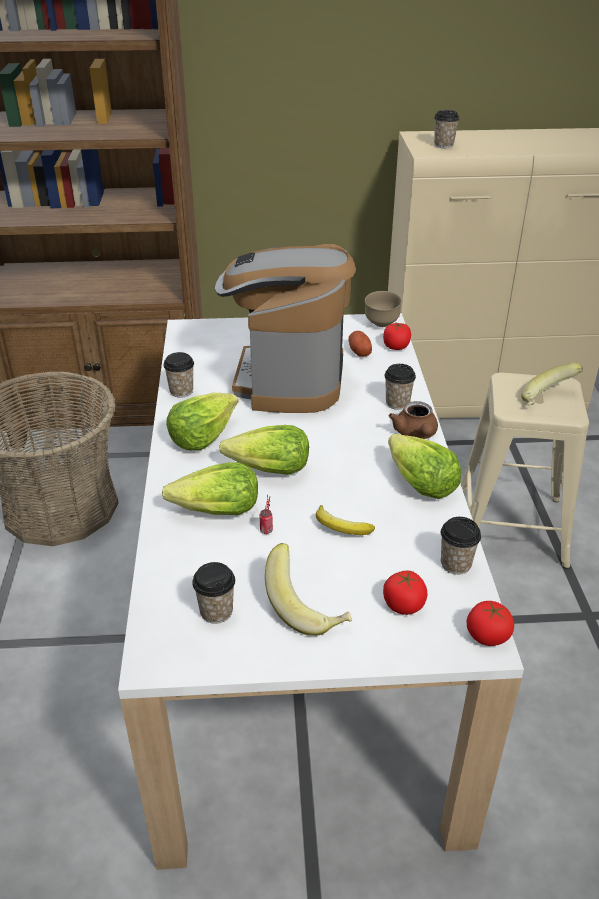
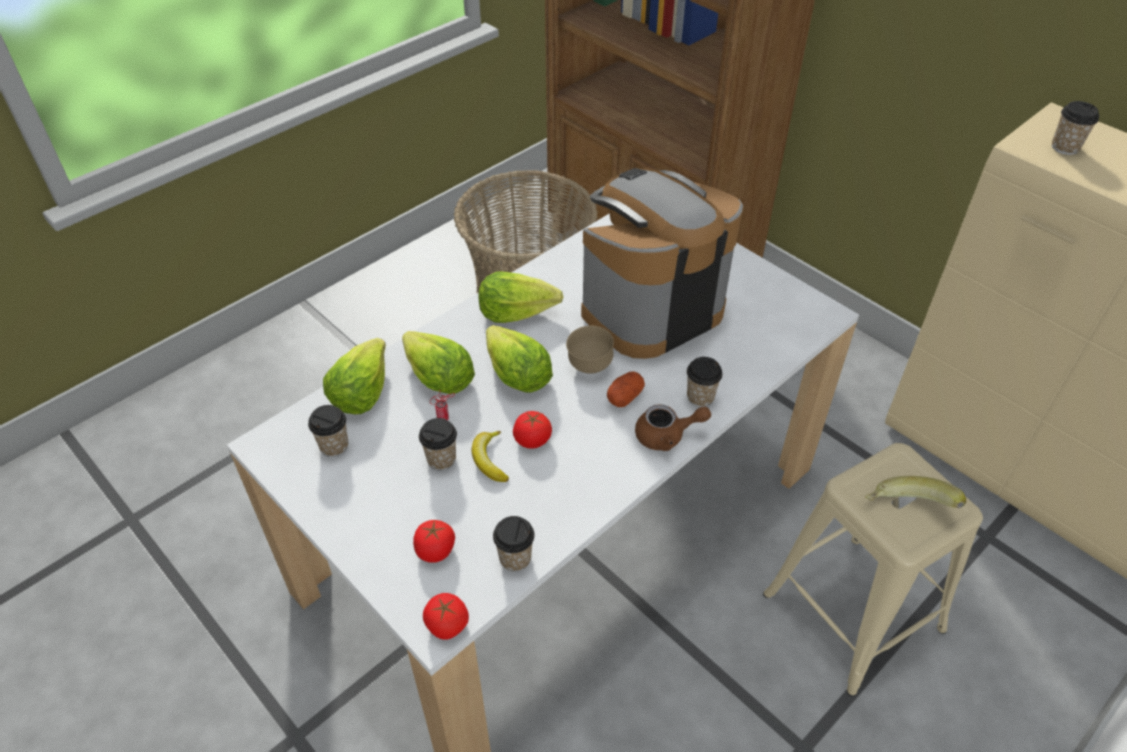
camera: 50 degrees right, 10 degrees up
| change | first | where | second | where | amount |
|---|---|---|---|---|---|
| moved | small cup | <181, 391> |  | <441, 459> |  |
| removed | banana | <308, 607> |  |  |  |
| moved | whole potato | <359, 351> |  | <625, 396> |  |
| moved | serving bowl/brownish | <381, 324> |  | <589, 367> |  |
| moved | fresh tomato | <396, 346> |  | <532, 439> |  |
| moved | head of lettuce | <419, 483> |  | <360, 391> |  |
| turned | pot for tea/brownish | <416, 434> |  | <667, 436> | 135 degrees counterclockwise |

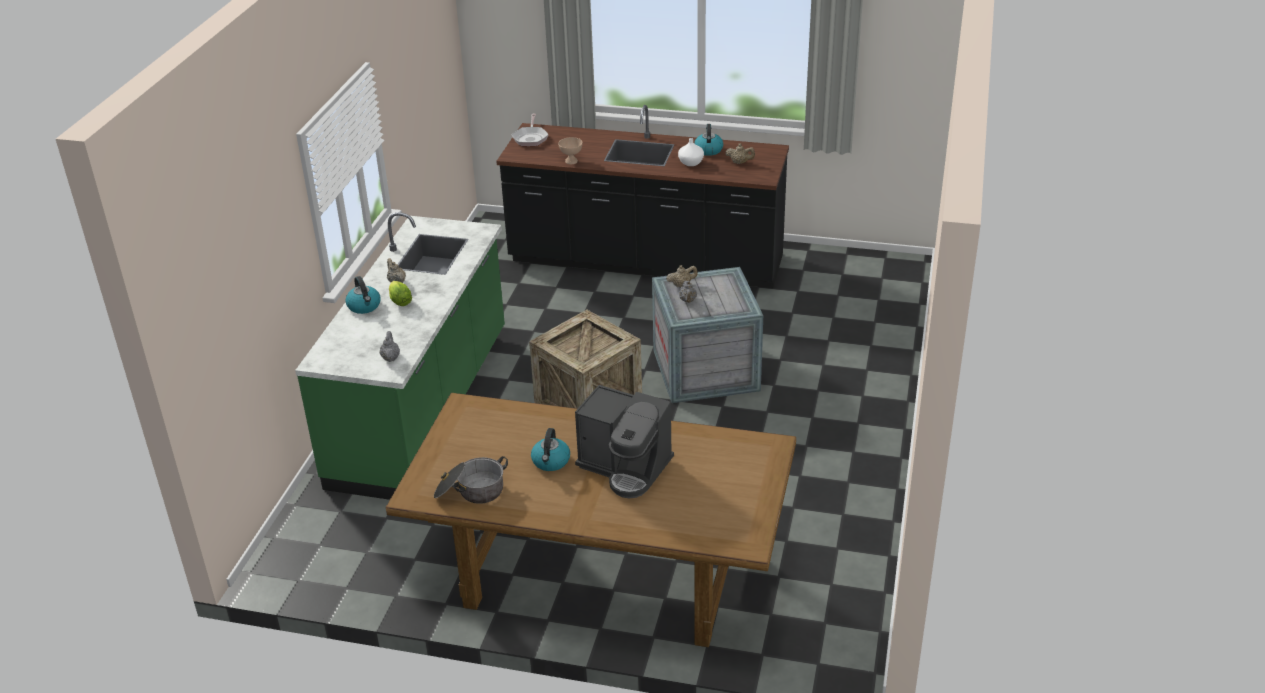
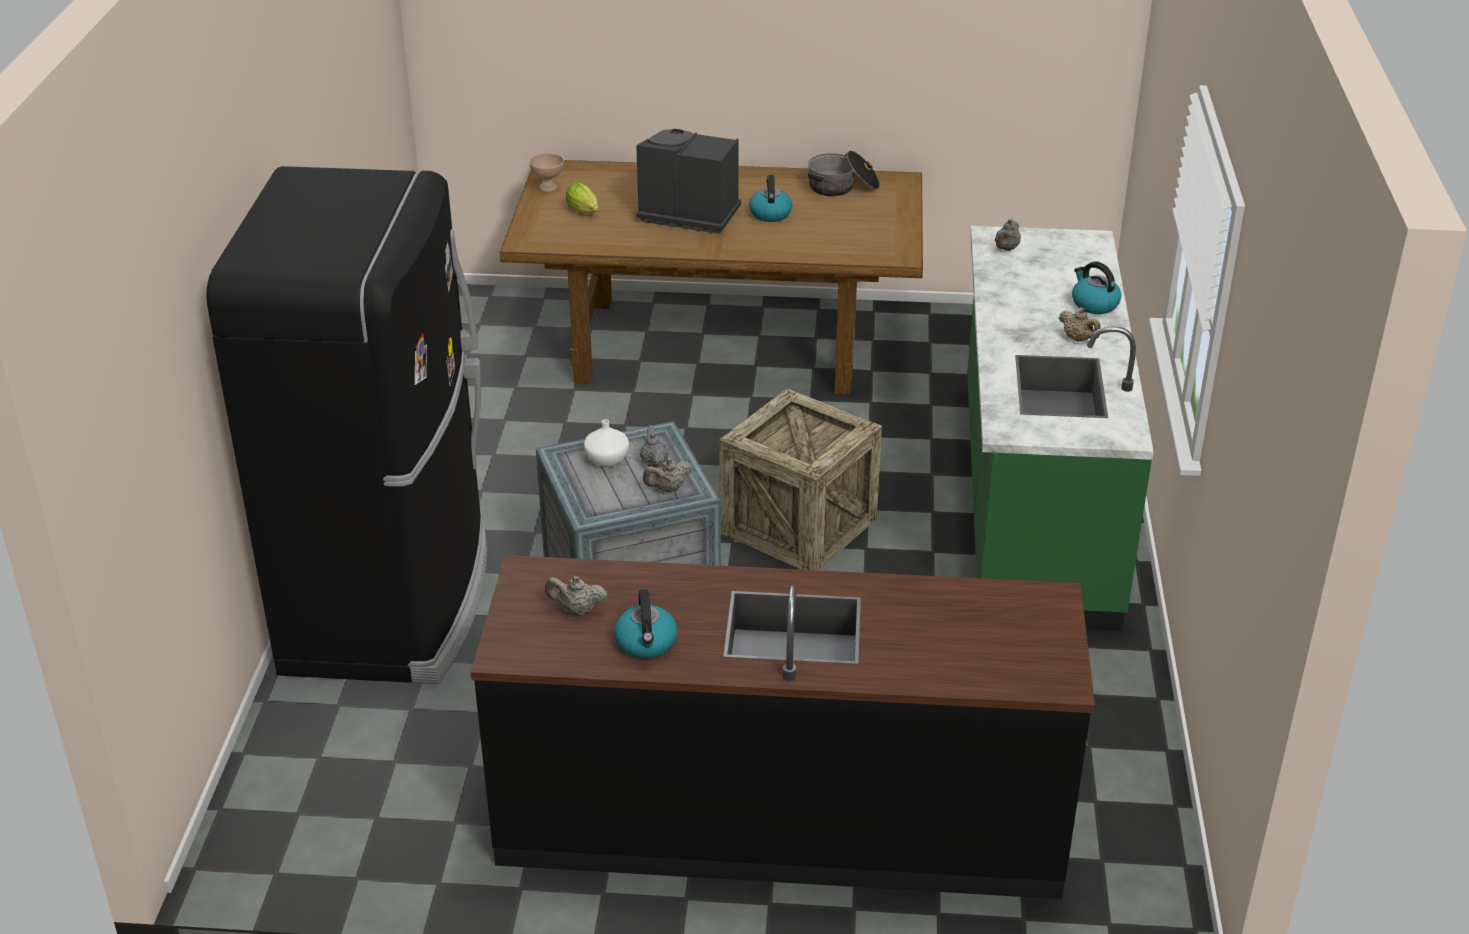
camera: 170 degrees right, 0 degrees up
| change | first | where | second | where | amount |
|---|---|---|---|---|---|
| turned | pot for tea/greyish | <390, 357> |  | <1006, 249> | 45 degrees clockwise |
| moved | head of lettuce | <399, 301> |  | <584, 212> |  |
| removed | pan | <530, 138> |  |  |  |
| moved | serving bowl/beige | <571, 161> |  | <547, 188> |  |
| moved | vase/white-coloured | <690, 163> |  | <608, 459> |  |
| added |  |  | refrigerator/black | <391, 602> |  |

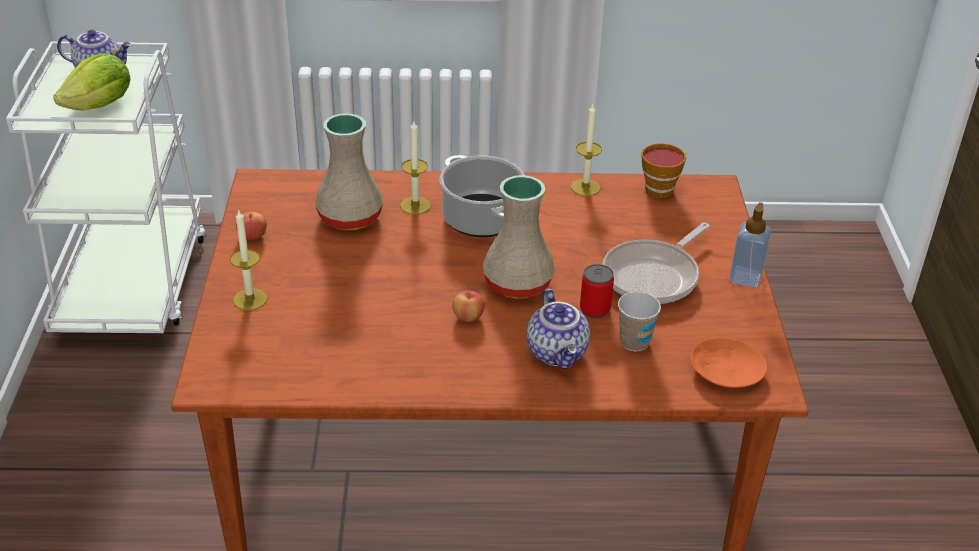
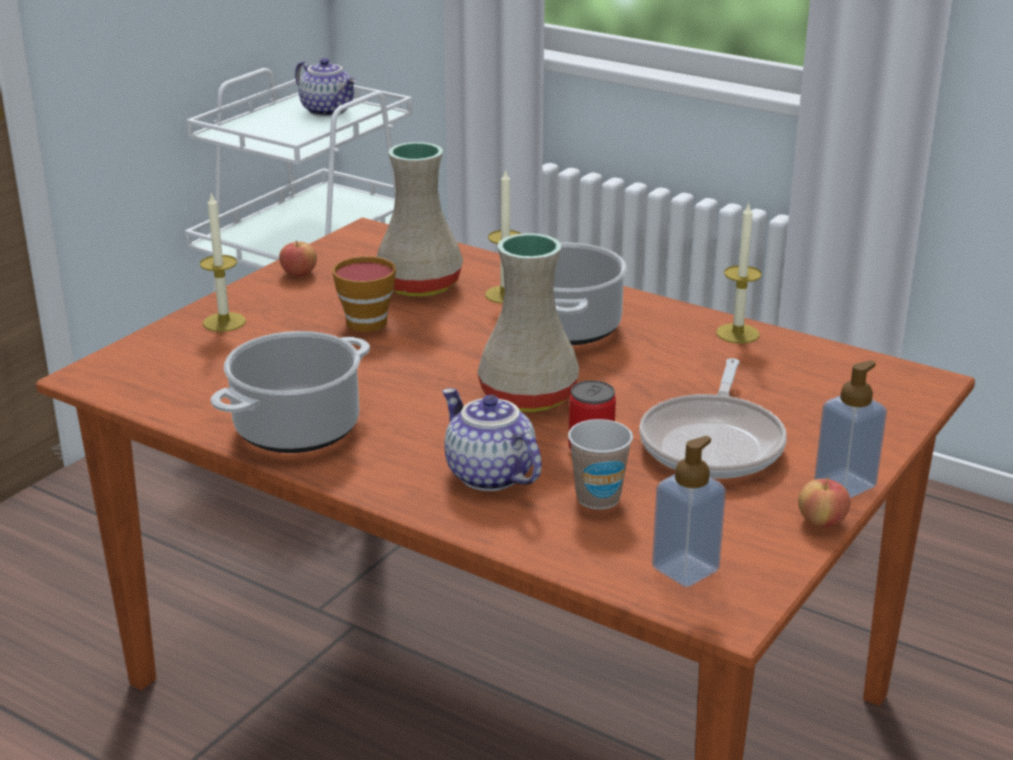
camera: 35 degrees right, 10 degrees down
| change | first | where | second | where | amount |
|---|---|---|---|---|---|
| removed | head of lettuce | <100, 105> |  |  |  |
| moved | apple fruit | <468, 316> |  | <821, 521> |  |
| turned | pot for tea | <558, 353> |  | <487, 475> | 120 degrees clockwise |
| turned | pan | <654, 276> |  | <714, 443> | 60 degrees counterclockwise |
| moved | small cup | <657, 188> |  | <368, 320> |  |
| replaced | plate/orange-coloured | <726, 370> | liquid soap bottle | <685, 569> |  |
| added |  |  | cooking pot | <296, 429> |  |

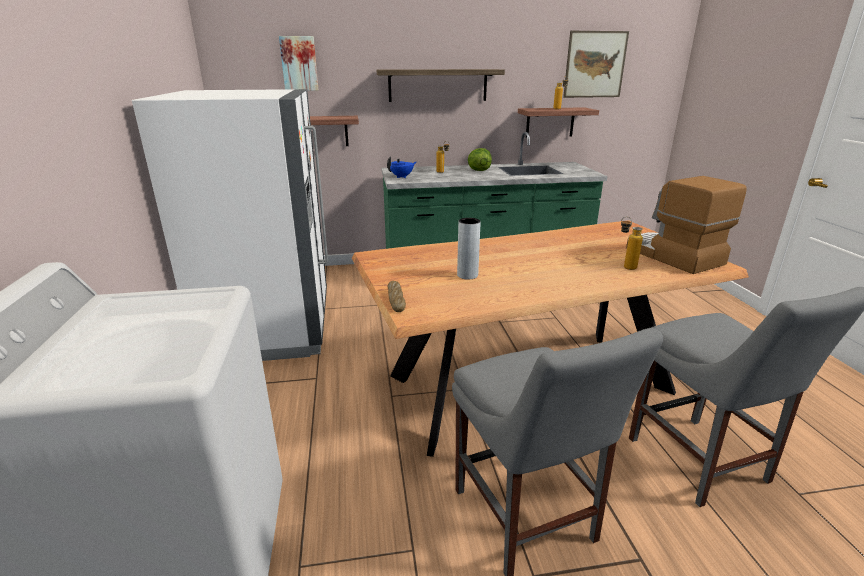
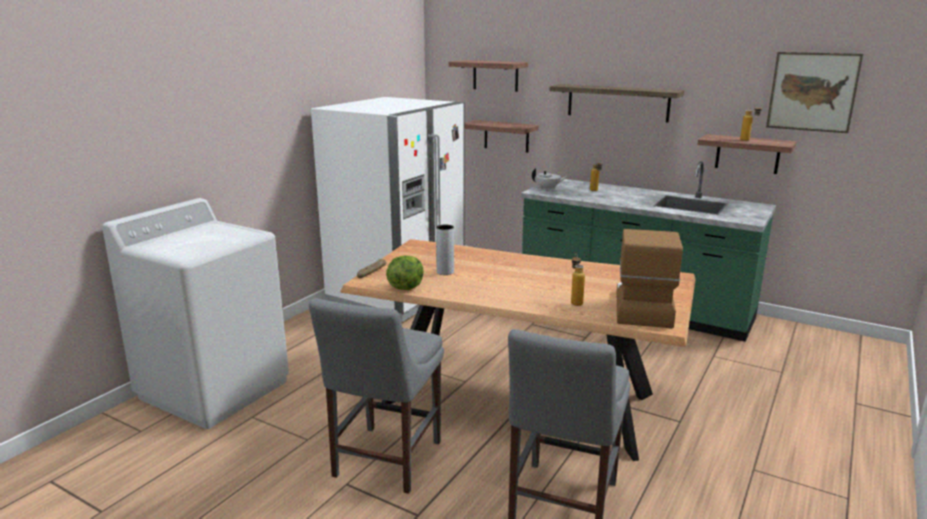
camera: 40 degrees right, 5 degrees down
| change | first | where | second | where | amount |
|---|---|---|---|---|---|
| replaced | wall art | <299, 63> | shelf | <495, 75> |  |
| recoloured | pot for tea/blue | <402, 177> | pot for tea/white-coloured | <548, 189> |  |
| moved | head of lettuce | <478, 170> |  | <405, 287> |  |

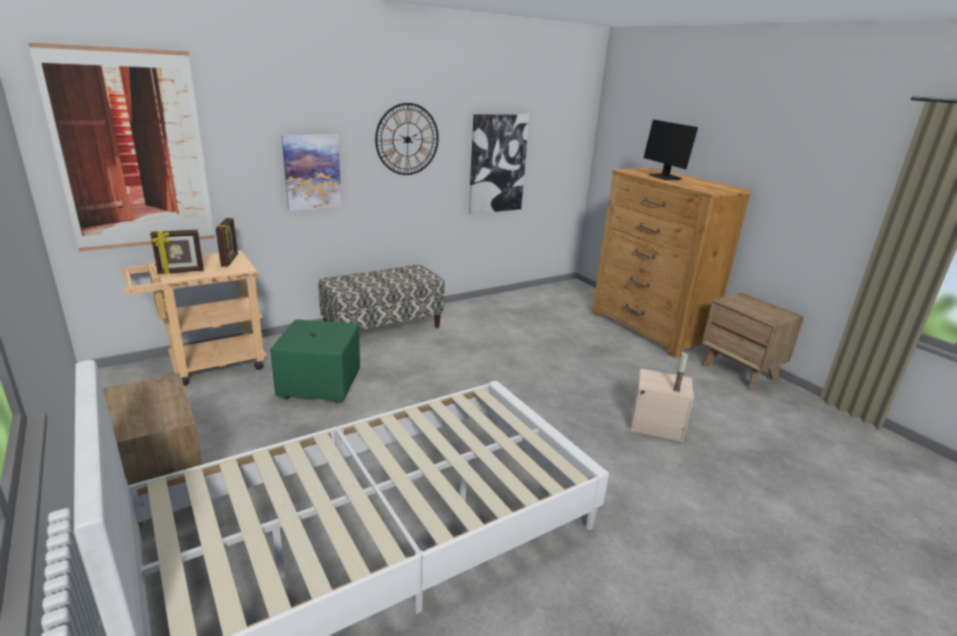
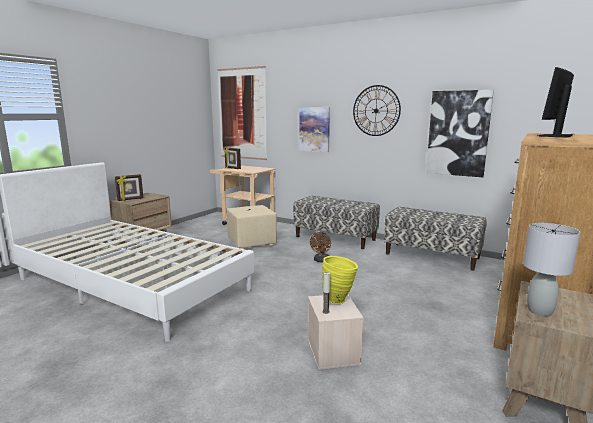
camera: 65 degrees right, 10 degrees down
| change | first | where | second | where | amount |
|---|---|---|---|---|---|
| moved | standing frame | <230, 260> |  | <130, 199> |  |
| recoloured | footrest/greenish | <321, 385> | footrest/beige | <252, 243> |  |
| added |  |  | electric fan/brownish | <321, 261> |  |
| added |  |  | vase/yellow | <339, 300> |  |
| added |  |  | bench | <432, 256> |  |
| added |  |  | table lamp/greyish | <539, 311> |  |

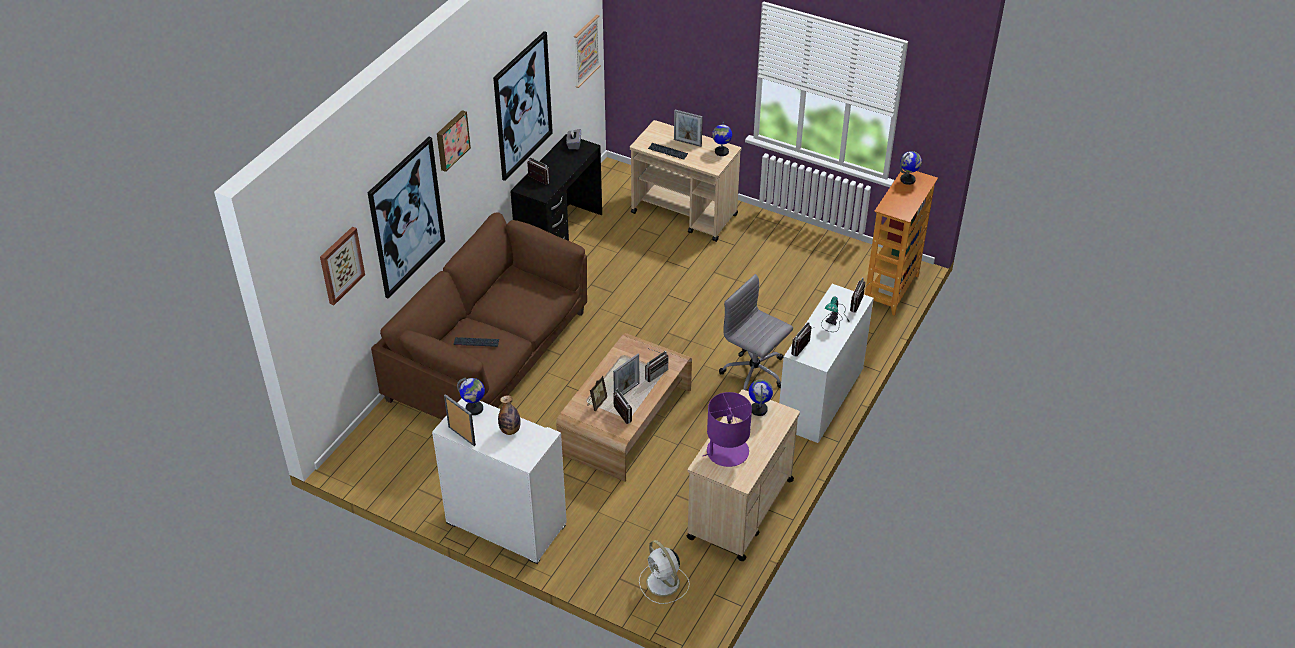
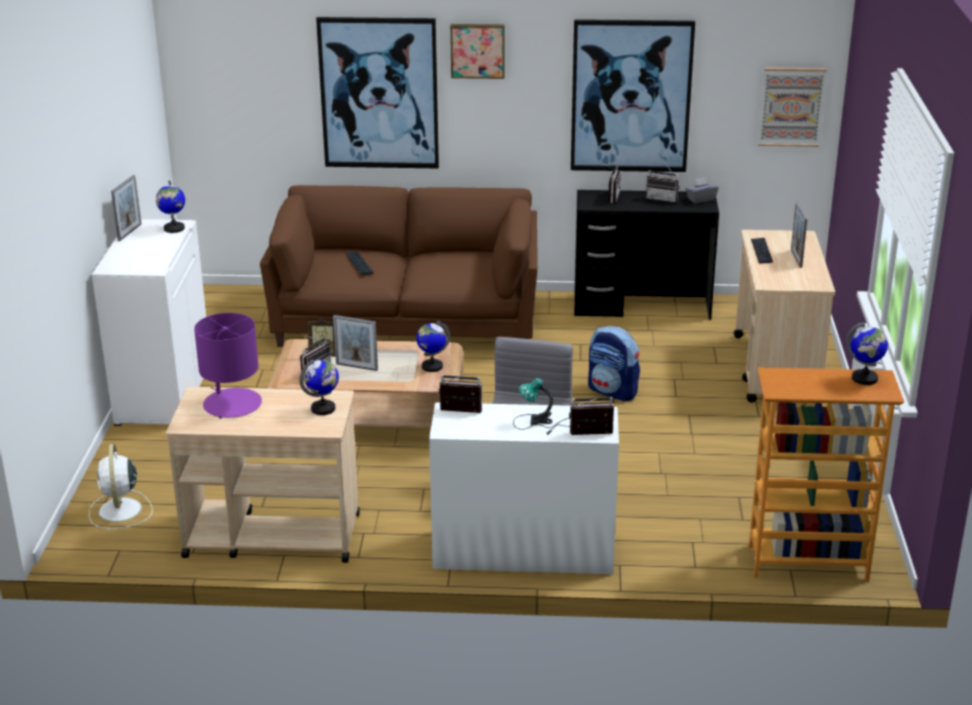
camera: 65 degrees right, 15 degrees down
| change | first | where | second | where | amount |
|---|---|---|---|---|---|
| removed | wall art | <341, 265> |  |  |  |
| removed | bottle | <510, 430> |  |  |  |
| turned | electric fan/white-coloured | <663, 584> |  | <120, 511> | 45 degrees counterclockwise |
| moved | radio | <654, 373> |  | <663, 198> |  |
| moved | desk globe | <721, 152> |  | <432, 366> |  |
| added |  |  | backpack | <613, 391> |  |

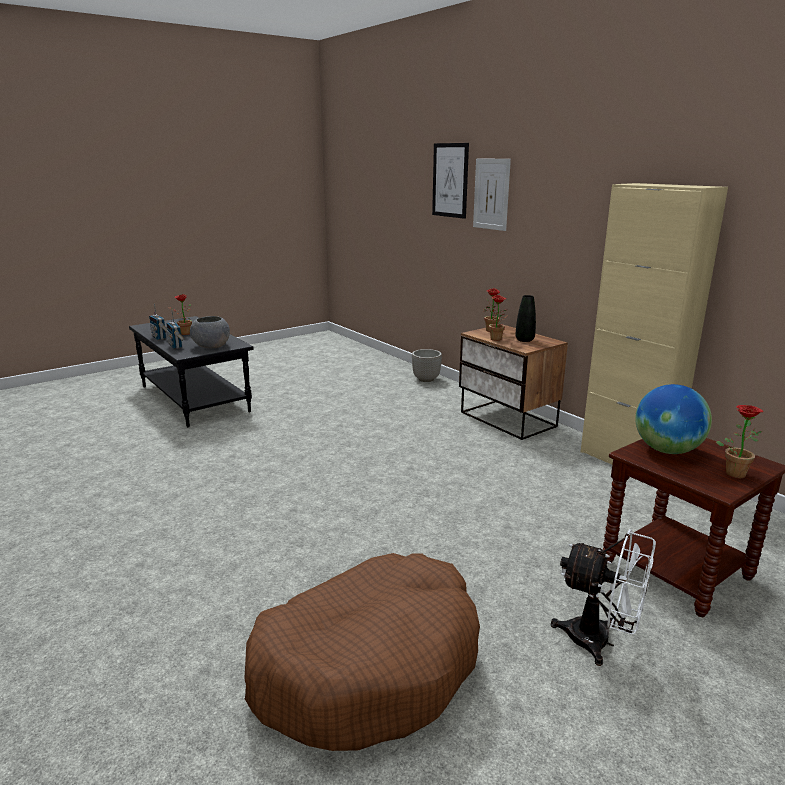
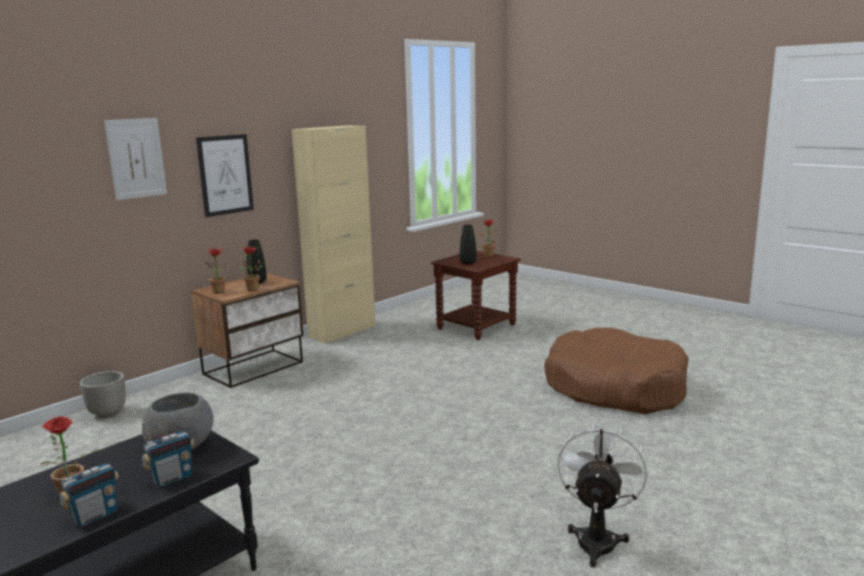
camera: 100 degrees left, 5 degrees down
| change | first | where | second | where | amount |
|---|---|---|---|---|---|
| moved | wall art | <450, 180> |  | <225, 175> |  |
| moved | electric fan/white-coloured | <600, 642> |  | <597, 538> |  |
| replaced | desk globe | <666, 450> | vase/black | <468, 263> |  |

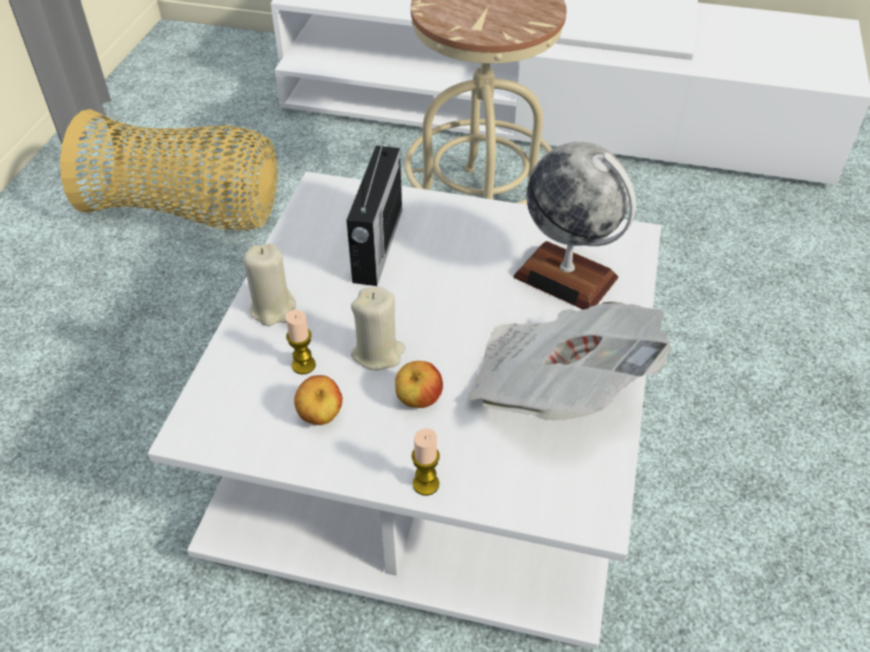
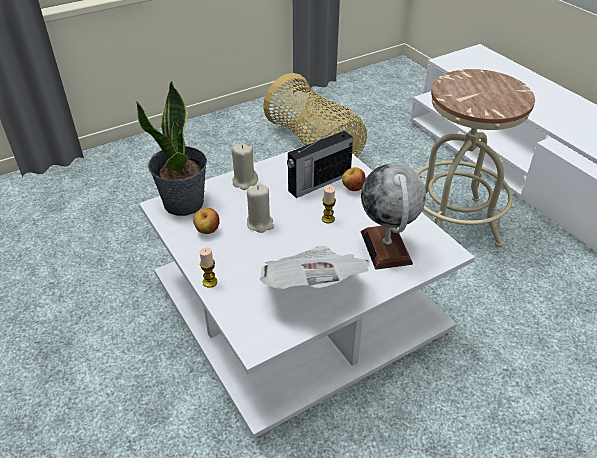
camera: 45 degrees right, 5 degrees down
| change | first | where | second | where | amount |
|---|---|---|---|---|---|
| moved | wax light | <303, 365> |  | <328, 219> |  |
| moved | apple fruit | <418, 400> |  | <353, 189> |  |
| added |  |  | potted plant | <184, 203> |  |

